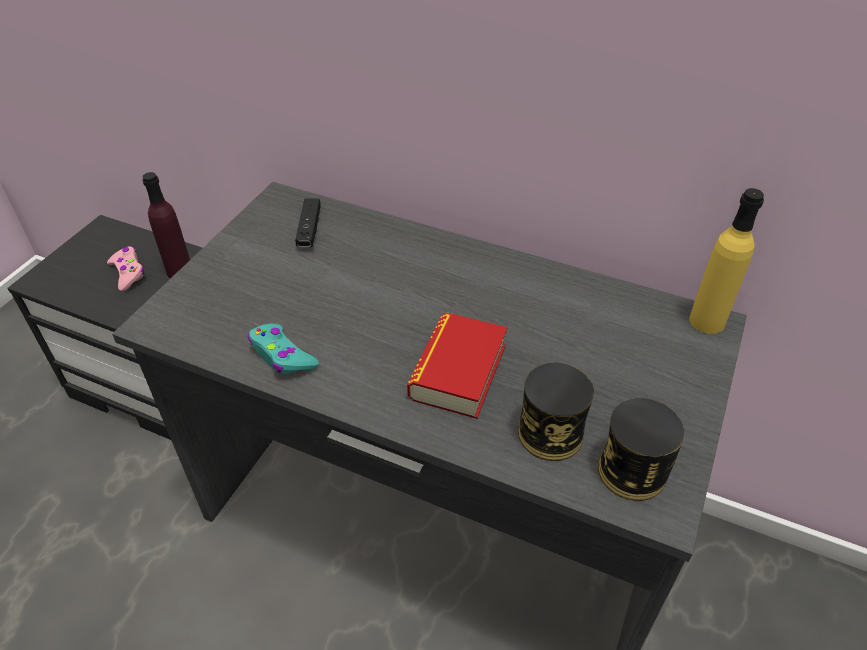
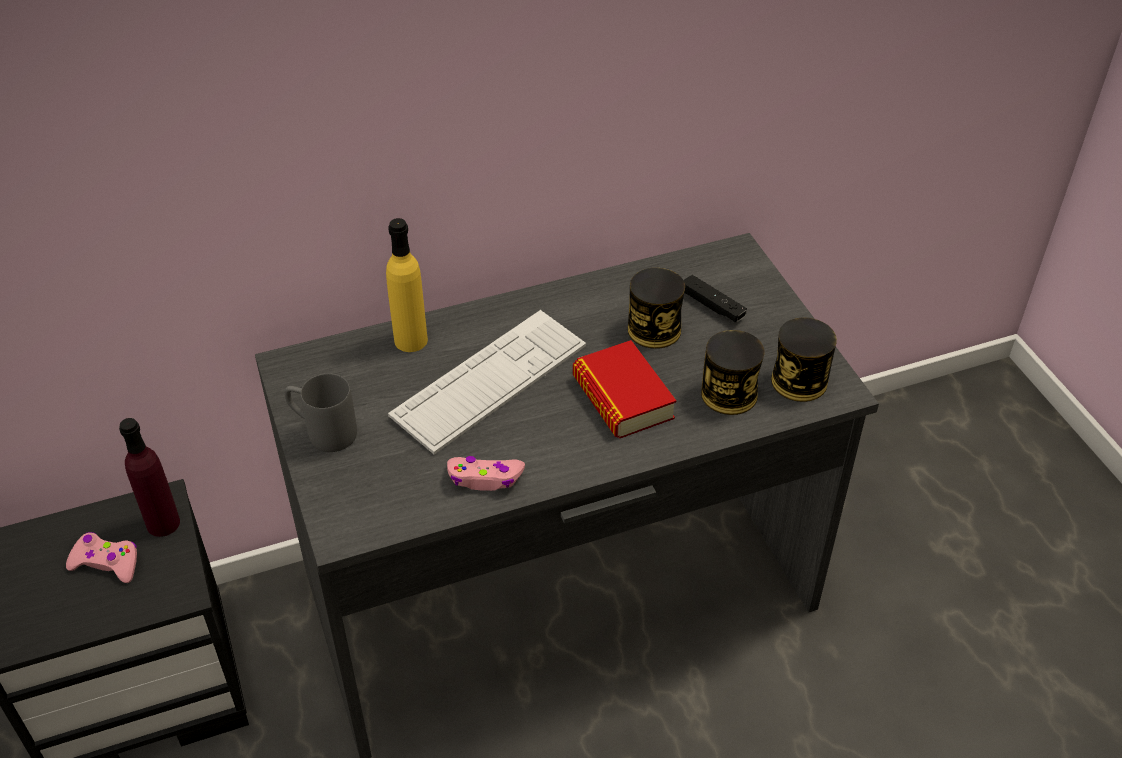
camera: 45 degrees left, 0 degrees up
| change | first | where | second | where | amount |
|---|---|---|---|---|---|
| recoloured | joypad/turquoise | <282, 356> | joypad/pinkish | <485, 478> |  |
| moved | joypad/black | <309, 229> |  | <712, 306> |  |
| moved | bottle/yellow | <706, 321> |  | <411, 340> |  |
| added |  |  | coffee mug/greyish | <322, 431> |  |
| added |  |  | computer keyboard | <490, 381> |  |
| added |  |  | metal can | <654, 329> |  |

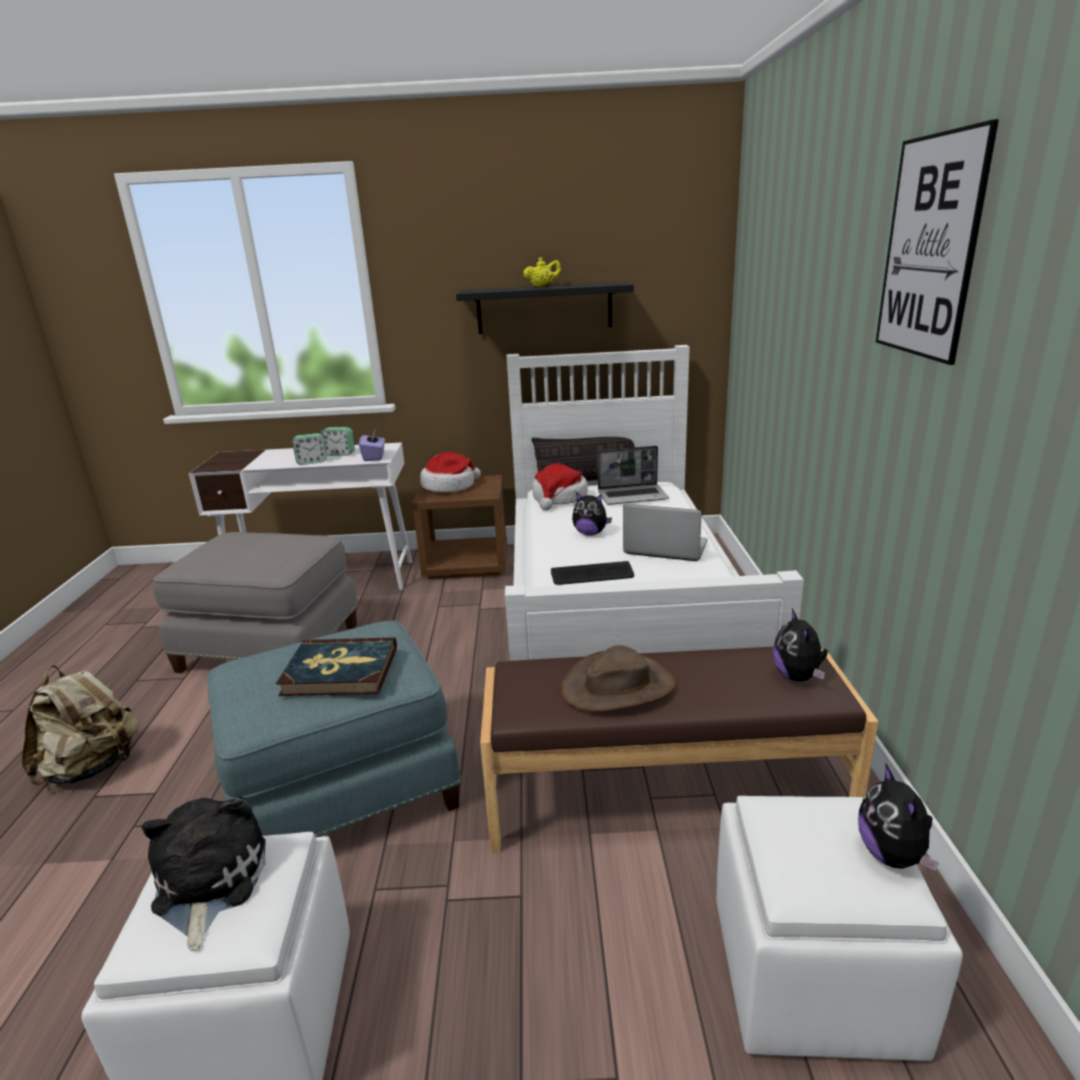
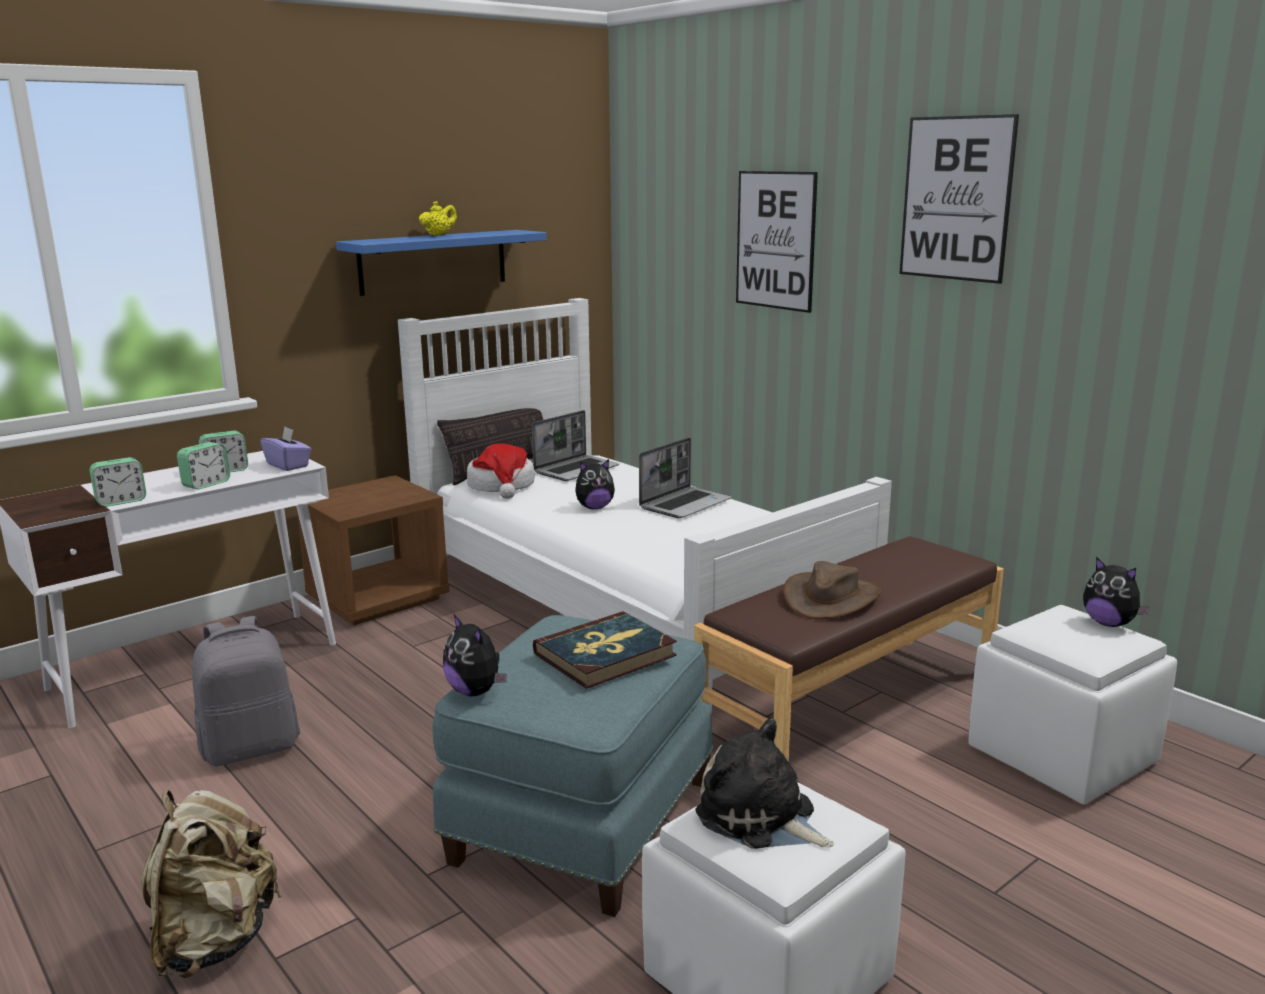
camera: 40 degrees left, 5 degrees down
| change | first | where | second | where | amount |
|---|---|---|---|---|---|
| replaced | footrest/greyish | <272, 646> | backpack/greyish | <251, 747> |  |
| removed | hat | <449, 486> |  |  |  |
| recoloured | shelf/black | <544, 308> | shelf/blue | <433, 261> |  |
| removed | computer keyboard | <592, 575> |  |  |  |
| turned | laptop | <664, 548> |  | <685, 504> | 150 degrees clockwise |
| moved | plush toy | <798, 676> |  | <476, 691> |  |
| added |  |  | bedside clock | <121, 501> |  |
| added |  |  | wall art | <775, 240> |  |

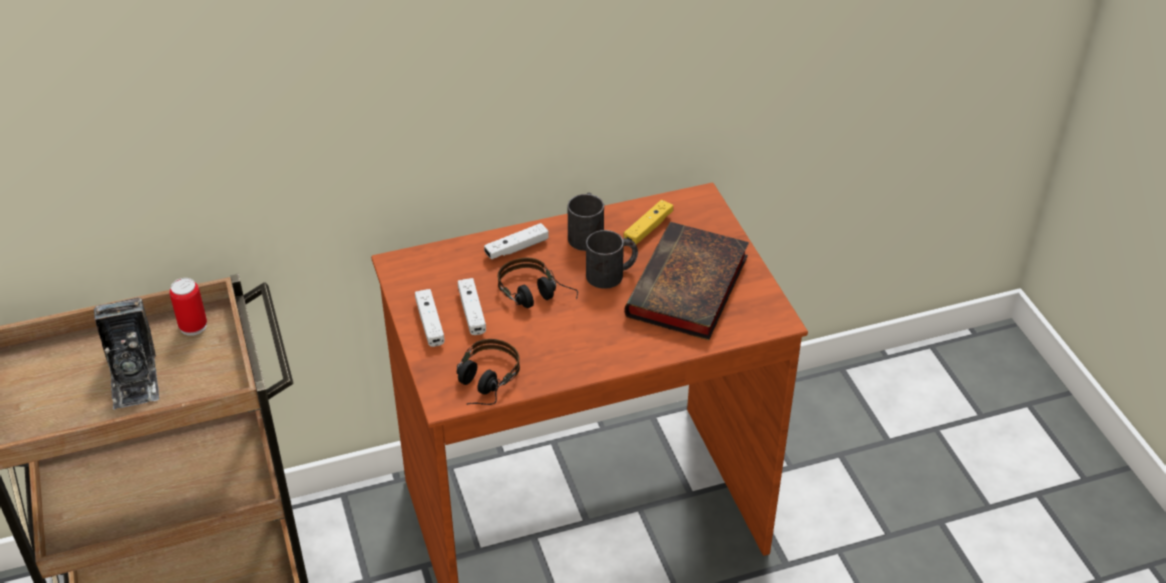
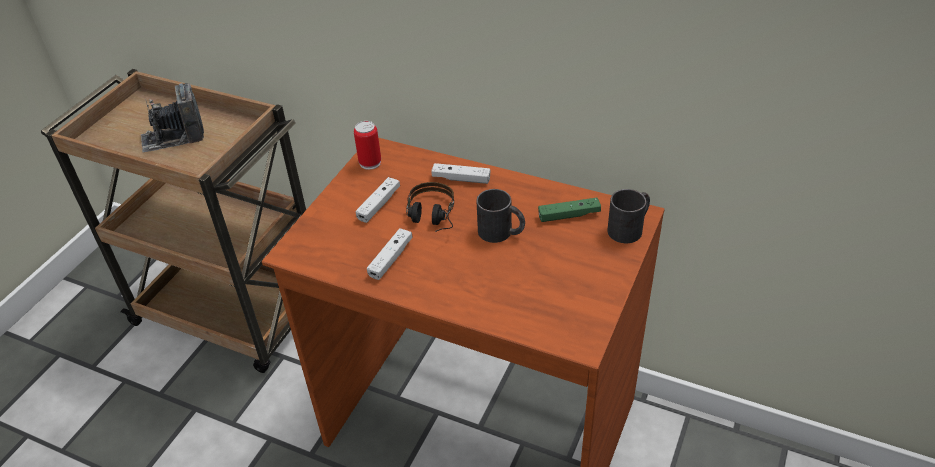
camera: 45 degrees right, 0 degrees up
| change | first | where | second | where | amount |
|---|---|---|---|---|---|
| turned | still camera | <134, 376> |  | <173, 137> | 45 degrees clockwise |
| moved | metal can | <193, 326> |  | <370, 162> |  |
| moved | joypad/white-coloured | <430, 323> |  | <391, 259> |  |
| removed | headset | <482, 386> |  |  |  |
| moved | coffee mug/black | <586, 233> |  | <629, 228> |  |
| recoloured | joypad/yellow | <648, 228> | joypad/greenish | <569, 215> |  |
| removed | bound book | <688, 289> |  |  |  |

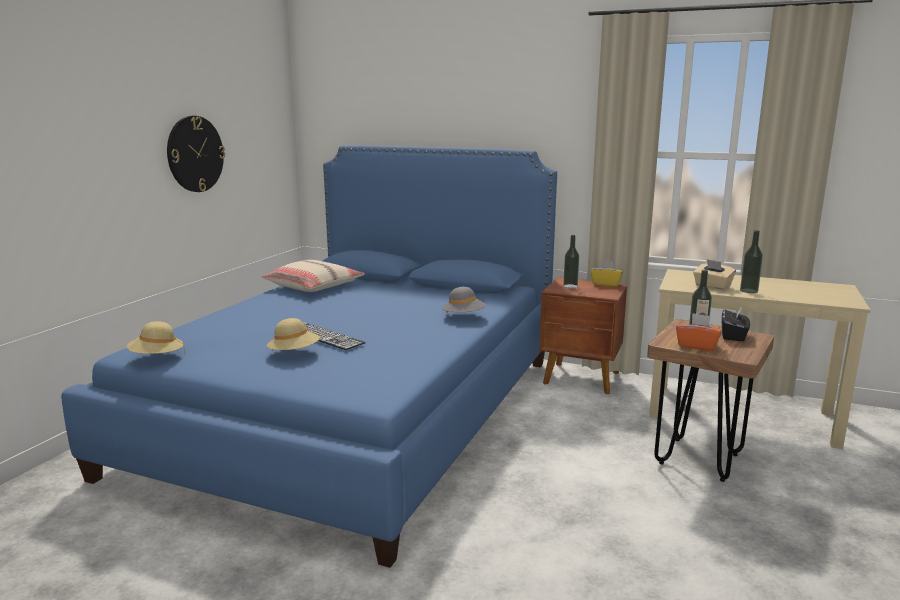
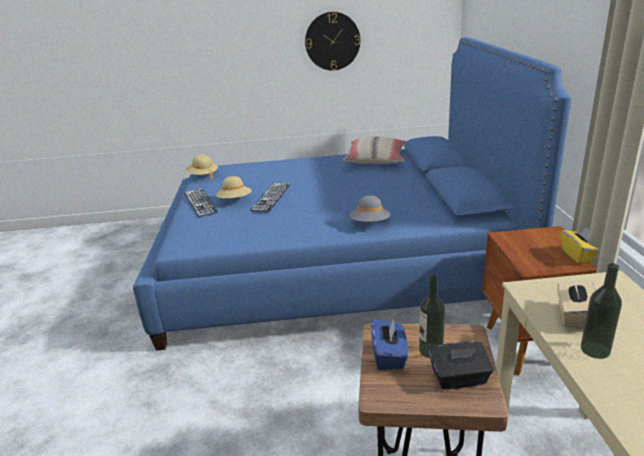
camera: 65 degrees right, 10 degrees up
| change | first | where | second | where | amount |
|---|---|---|---|---|---|
| removed | bottle | <570, 286> |  |  |  |
| recoloured | box of tissues/orange-coloured | <697, 346> | box of tissues/blue | <389, 356> |  |
| added |  |  | computer keyboard | <200, 202> |  |

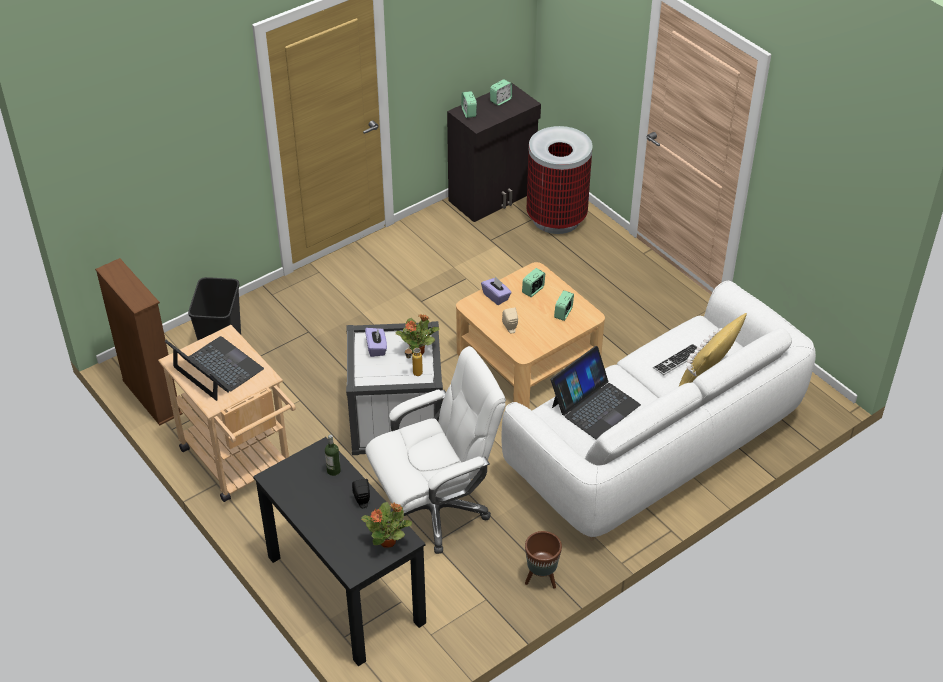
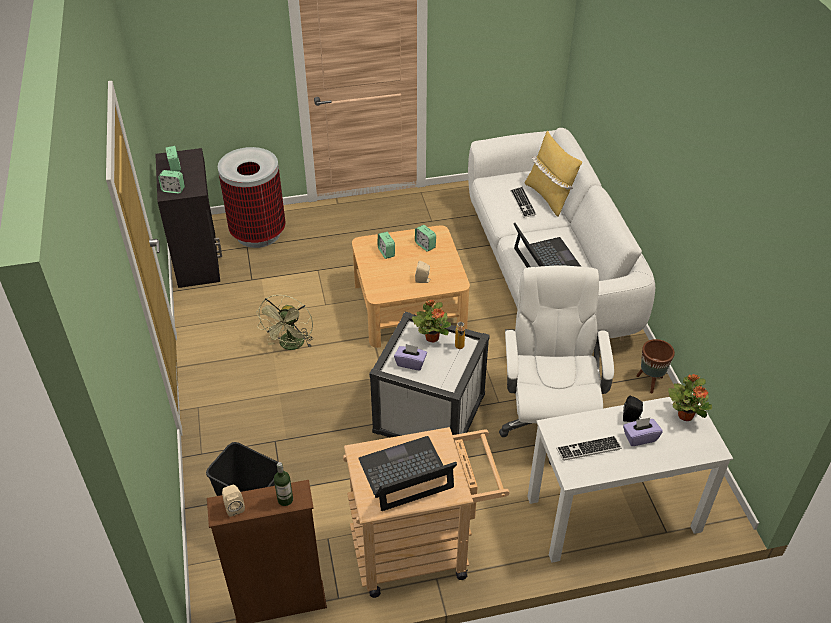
camera: 65 degrees left, 0 degrees up
| change | first | where | second | where | amount |
|---|---|---|---|---|---|
| recoloured | desk unit/black | <345, 589> | desk unit/white-coloured | <612, 514> |  |
| moved | bottle | <333, 470> |  | <285, 499> |  |
| moved | box of tissues/purple-coloured | <496, 296> |  | <640, 437> |  |
| added |  |  | speaker/beige | <234, 507> |  |
| added |  |  | electric fan/greenish | <291, 346> |  |
| added |  |  | computer keyboard | <588, 449> |  |

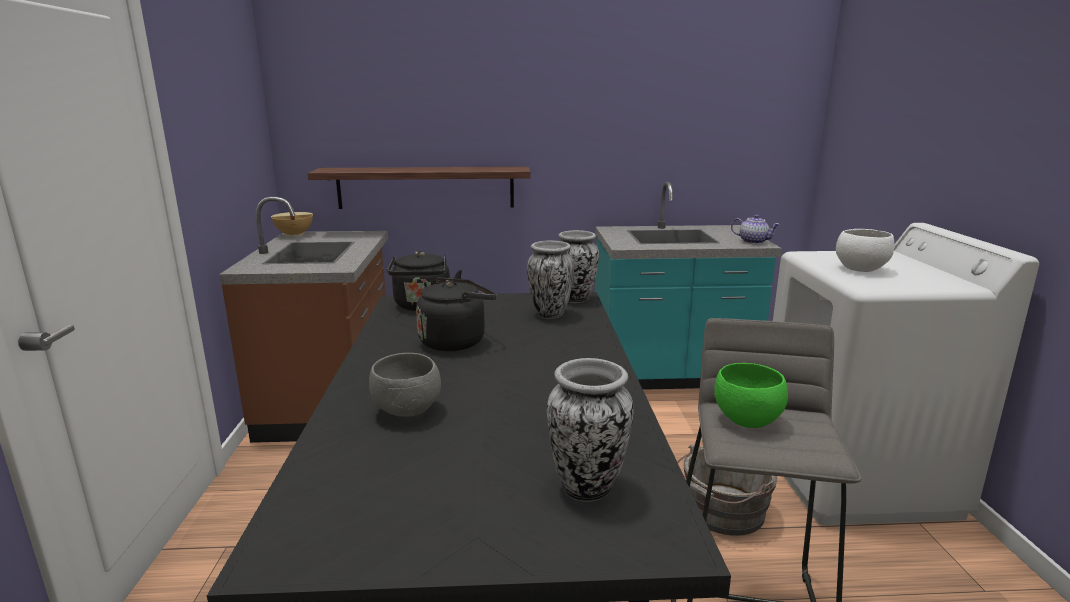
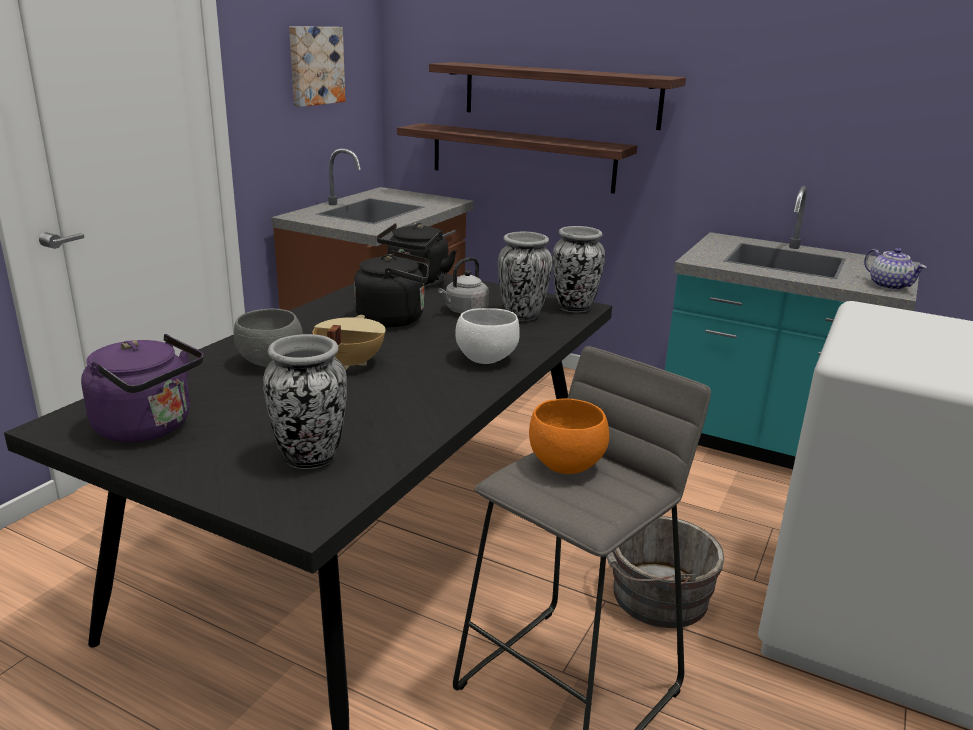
camera: 30 degrees right, 5 degrees up
| change | first | where | second | where | amount |
|---|---|---|---|---|---|
| moved | cooking pot/beige | <293, 235> |  | <348, 363> |  |
| recoloured | serving bowl/greenish | <747, 421> | serving bowl/orange-coloured | <564, 465> |  |
| moved | serving bowl/white-coloured | <859, 269> |  | <485, 359> |  |
| added |  |  | tea kettle/purple-coloured | <149, 428> |  |
| added |  |  | wall art | <315, 65> |  |
| added |  |  | shelf | <560, 95> |  |
| added |  |  | tea kettle/greyish | <464, 311> |  |

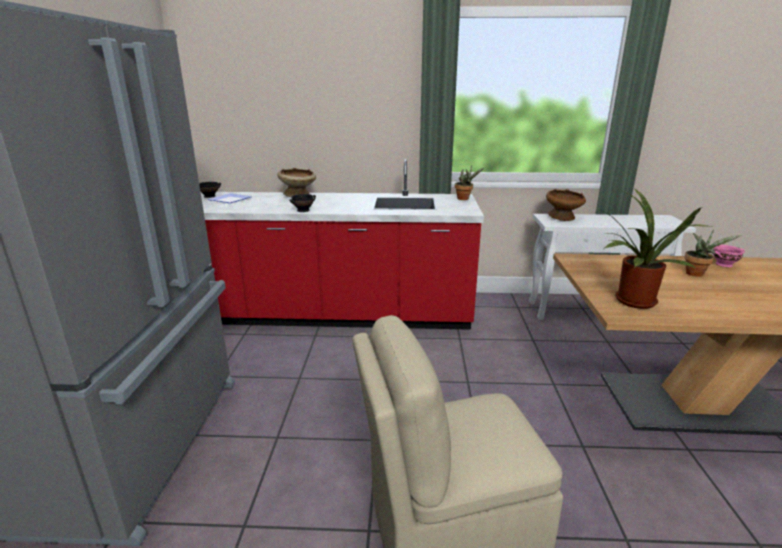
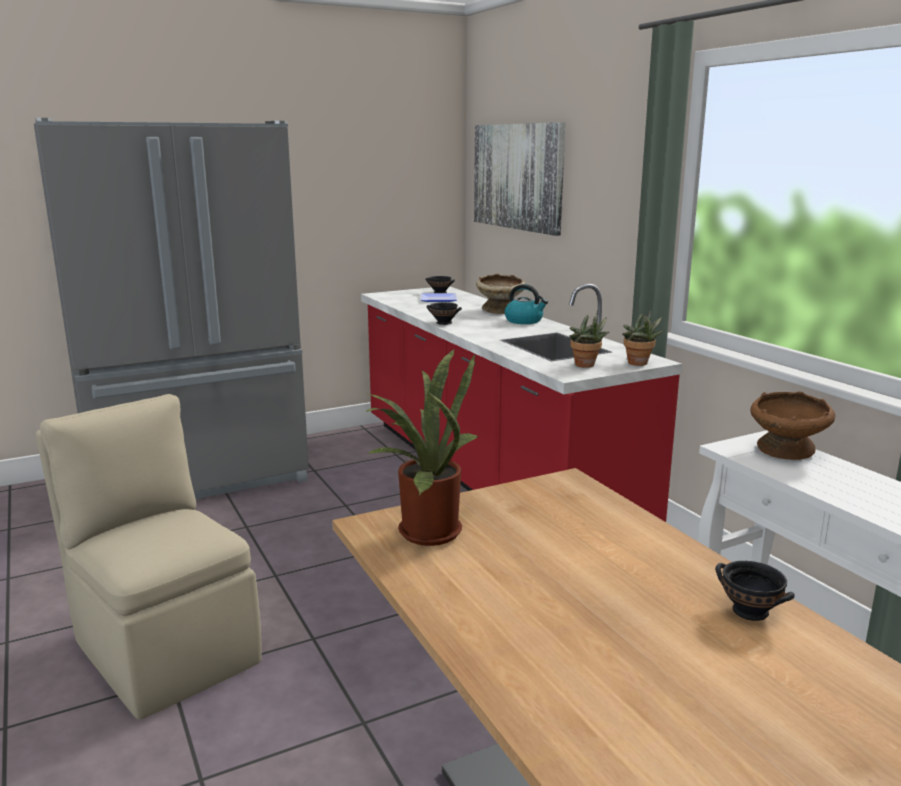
camera: 60 degrees right, 5 degrees down
| change | first | where | second | where | amount |
|---|---|---|---|---|---|
| moved | potted plant | <697, 273> |  | <586, 365> |  |
| recoloured | serving bowl/pinkish | <725, 265> | serving bowl/black | <750, 612> |  |
| added |  |  | wall art | <517, 177> |  |
| added |  |  | tea kettle | <524, 321> |  |

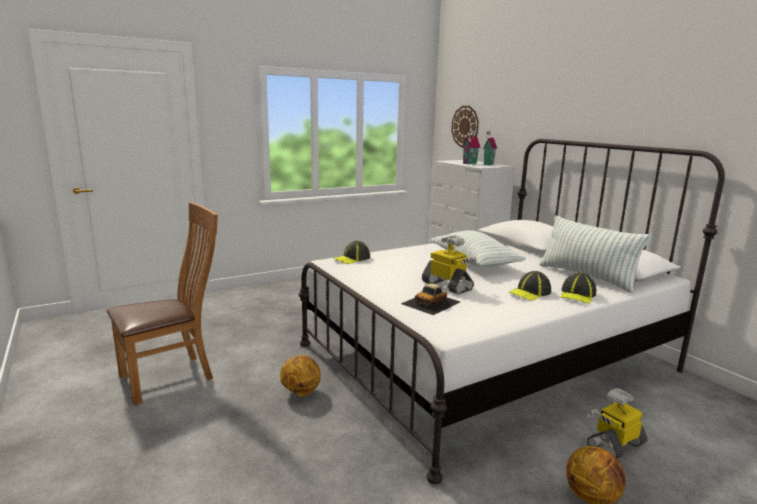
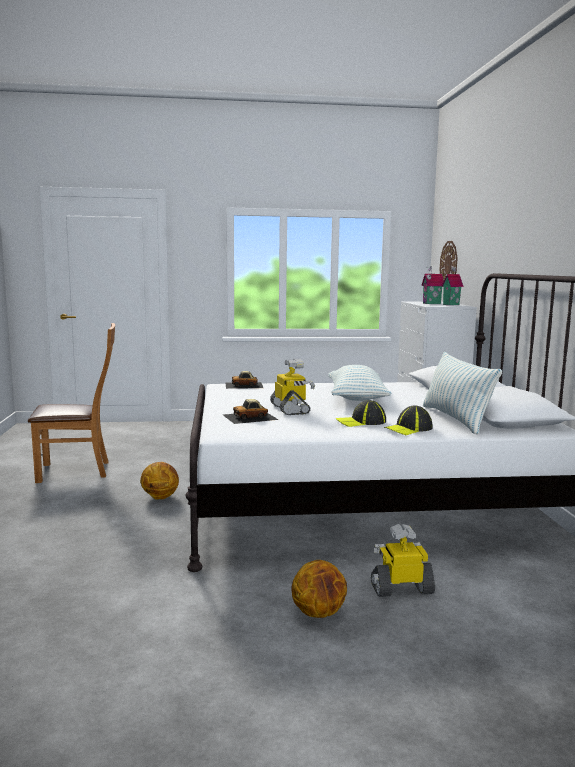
camera: 25 degrees right, 5 degrees down
| change | first | where | second | where | amount |
|---|---|---|---|---|---|
| replaced | baseball cap | <352, 258> | toy car | <244, 385> |  |

